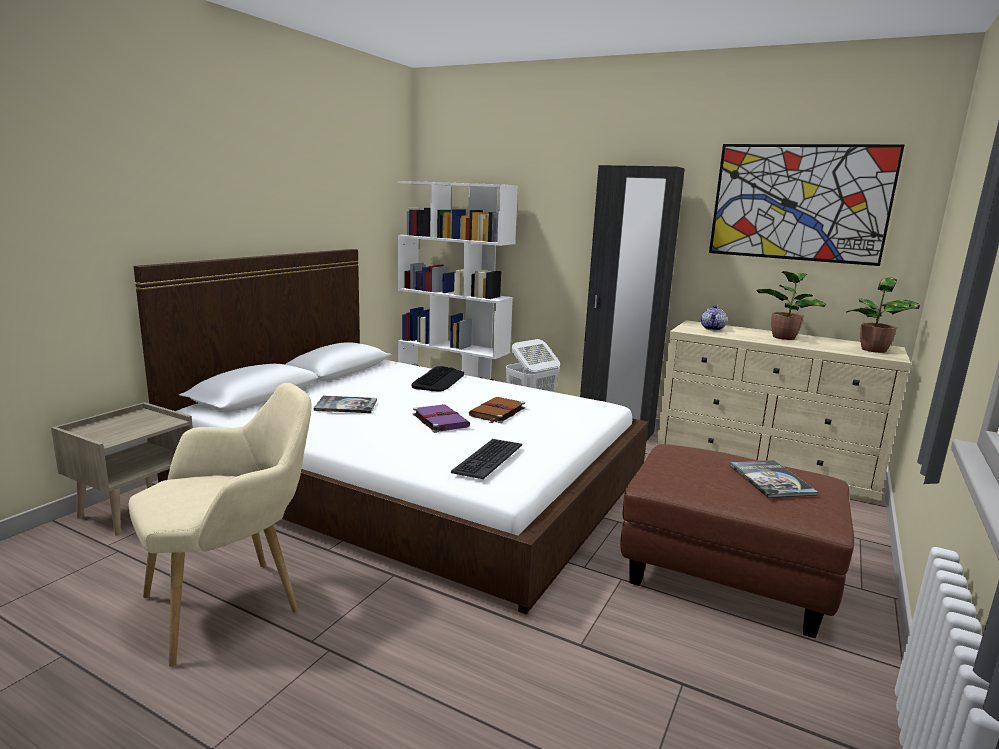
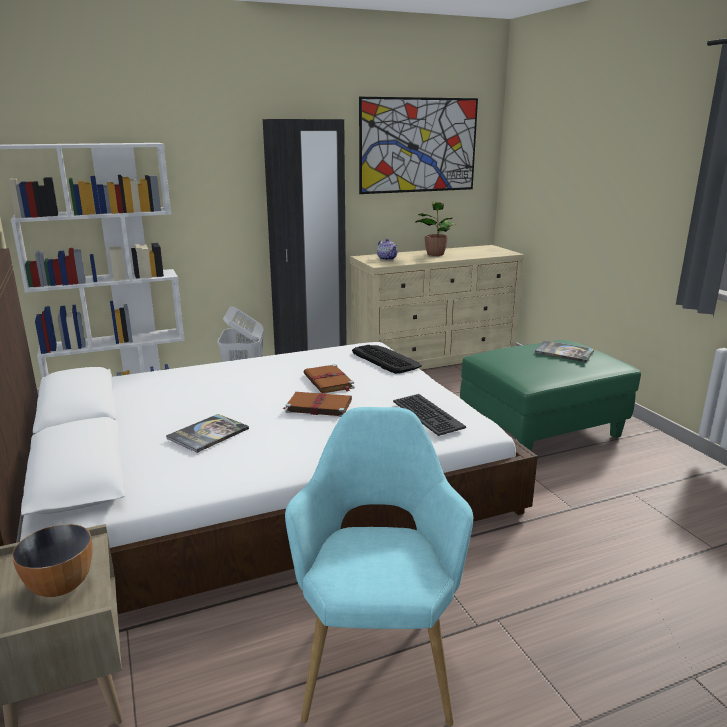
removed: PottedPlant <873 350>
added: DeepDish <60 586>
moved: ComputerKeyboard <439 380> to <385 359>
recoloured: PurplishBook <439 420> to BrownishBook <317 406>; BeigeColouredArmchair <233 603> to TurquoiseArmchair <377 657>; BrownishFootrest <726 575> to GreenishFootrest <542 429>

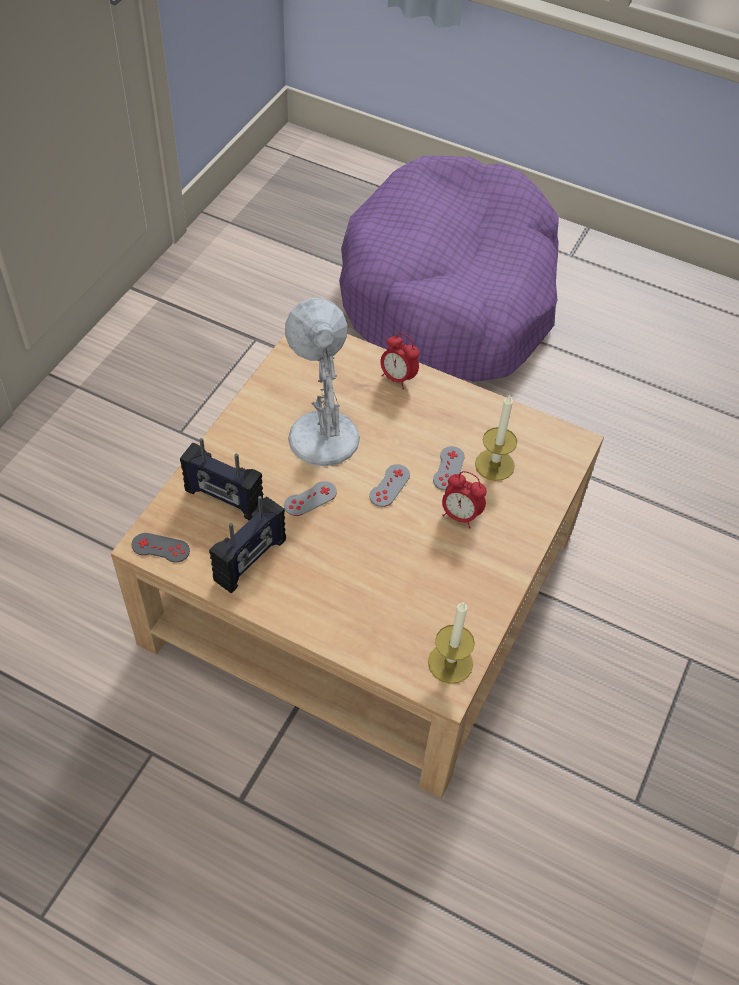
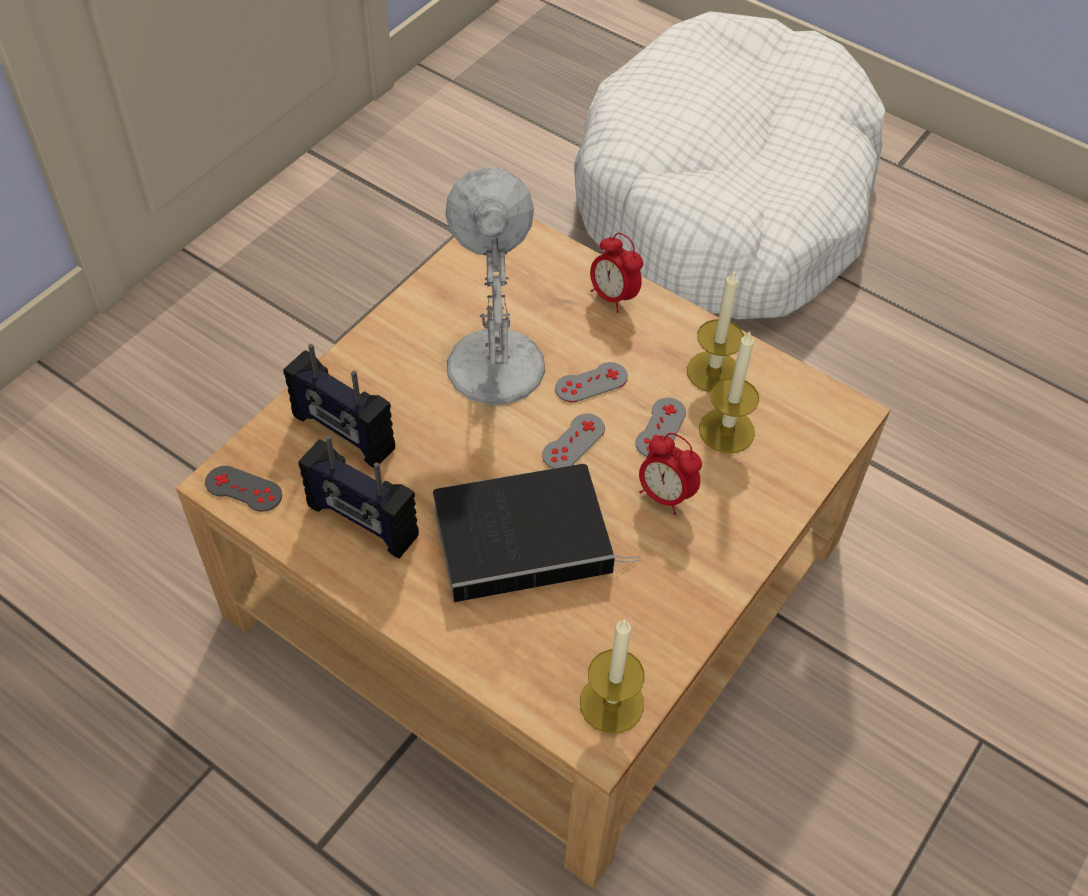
added: Book <527 537>; Candle <713 372>
moved: GrayJoypad <310 499> to <591 382>
recoloured: PurplishDogBed <450 296> to WhiteDogBed <725 203>
turned: RadioSet <251 560> = <362 522> 75 degrees clockwise

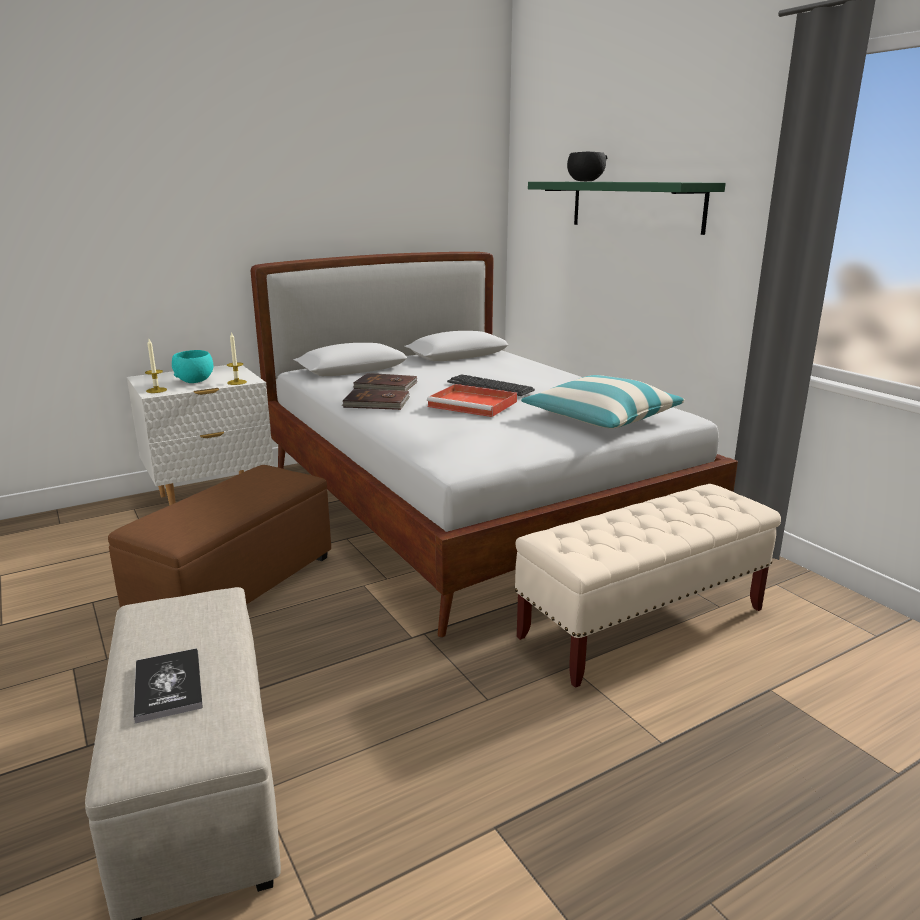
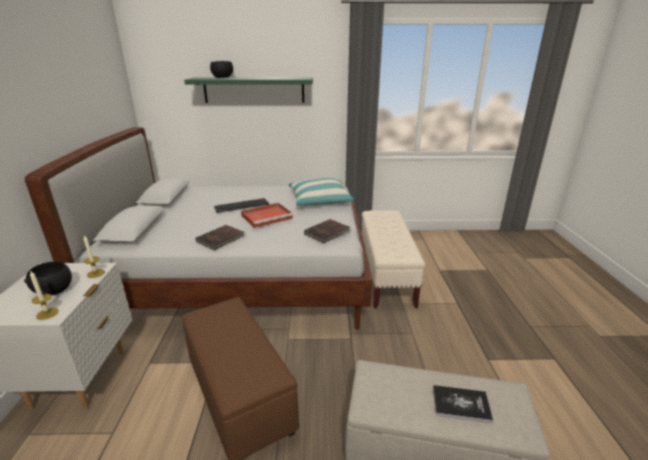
moved: BrownishBook <386 386> to <328 232>
recoloured: TurquoiseDeepDish <195 381> to BlackDeepDish <55 290>

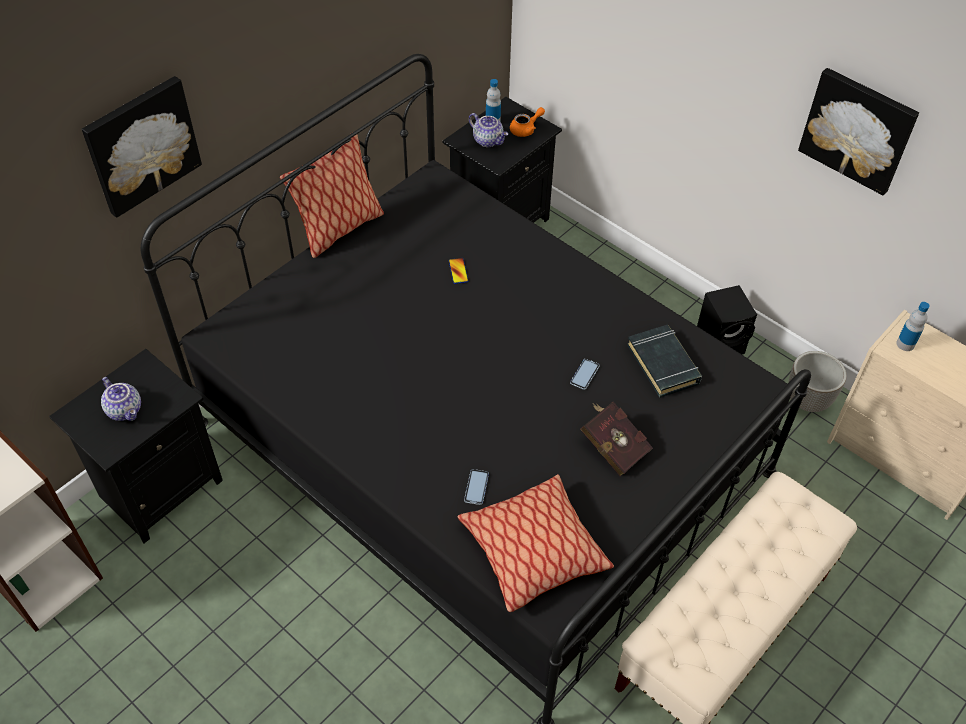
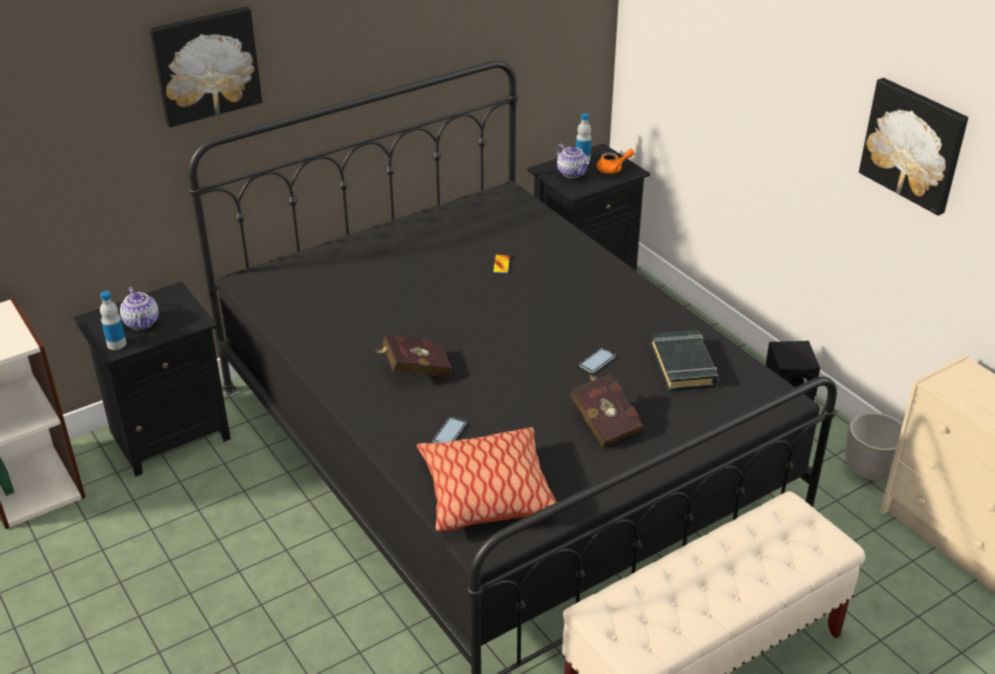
removed: Pillow <339 229>
added: RedColouredBook <414 371>
moved: DrinkBottle <905 344> to <116 344>

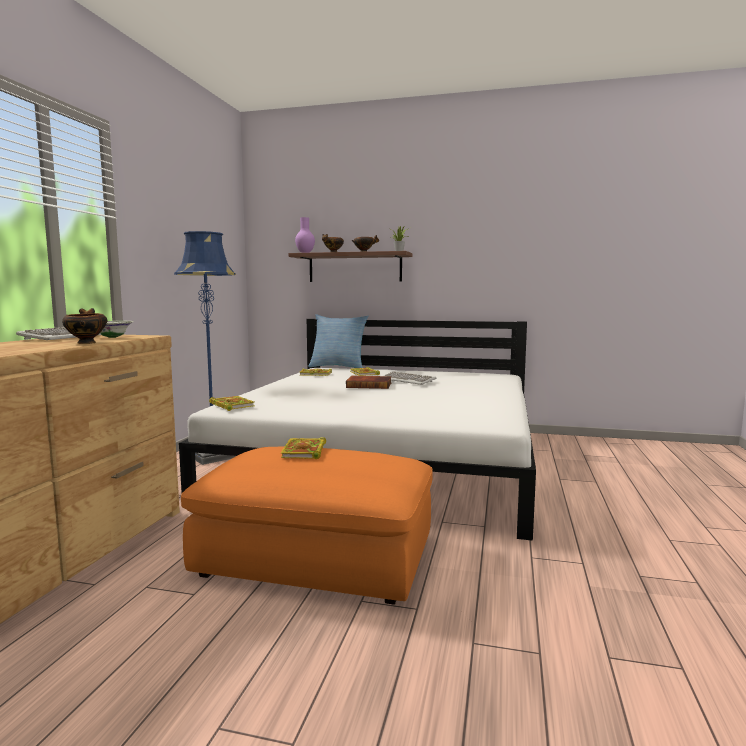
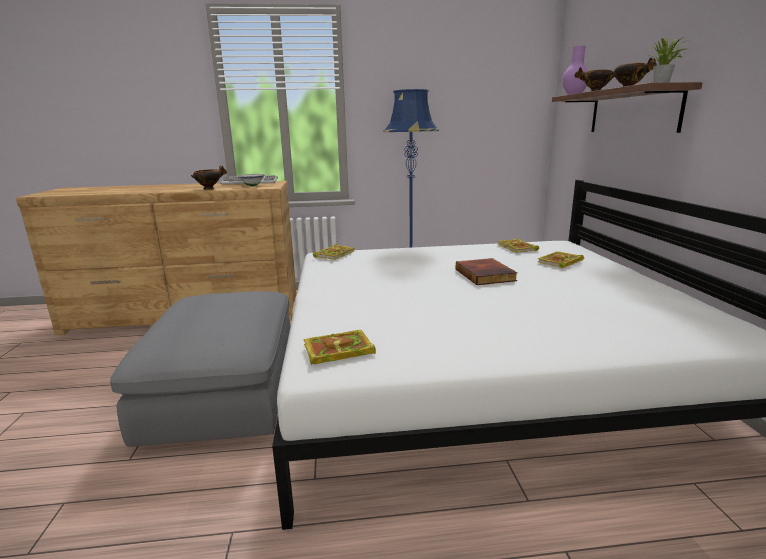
removed: Pillow <338 367>; ComputerKeyboard <408 380>
moved: Book <304 452> to <337 351>
recoloured: OrangeyFootrest <318 555> to GrayFootrest <226 390>

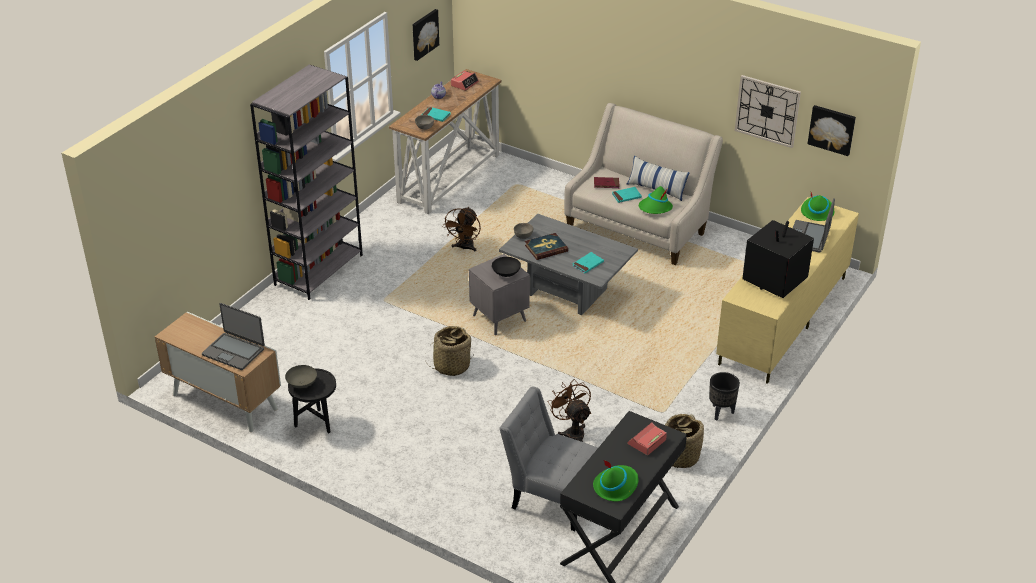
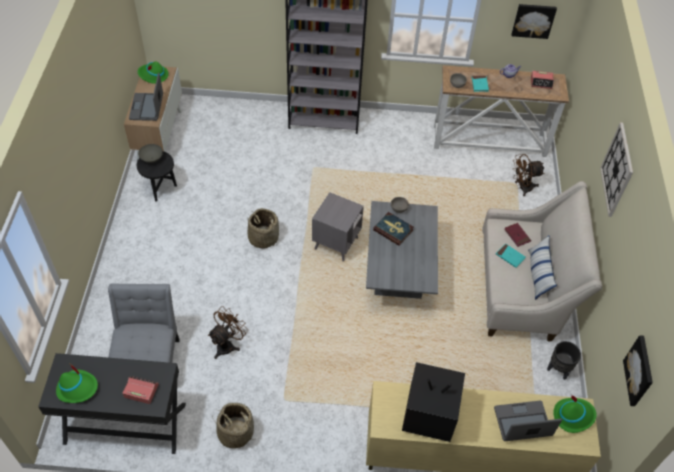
removed: BlackDeepDish <506 274>; TurquoiseBook <588 264>
moved: GreenishClothingHat <655 208> to <153 75>; BrownishElectricFan <464 248> to <522 187>; BlackPlanter <721 412> to <558 370>; HangingClock <767 111> to <617 170>

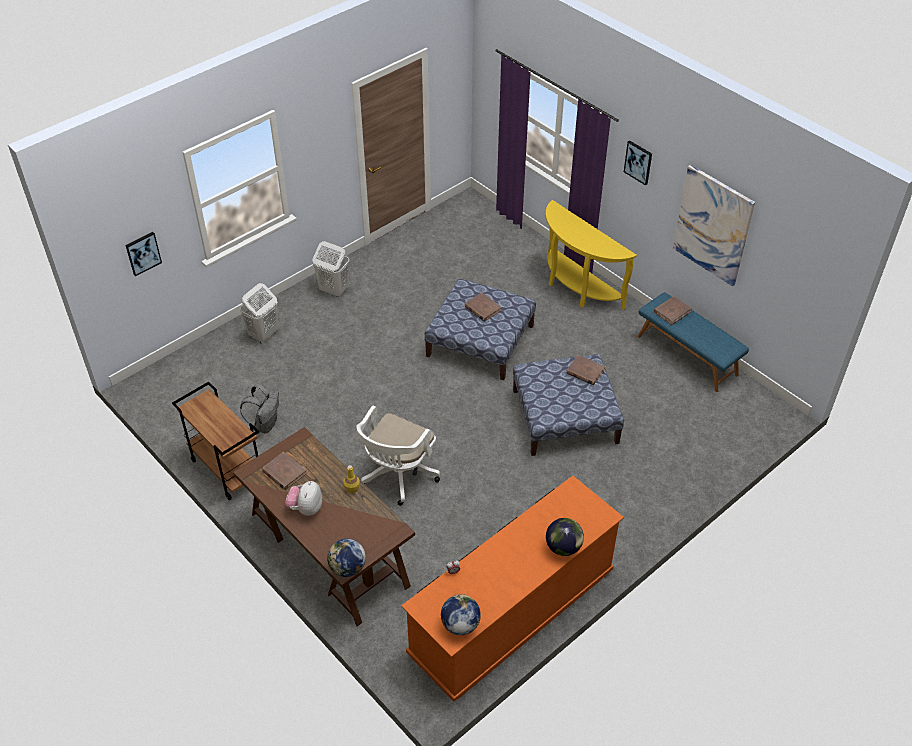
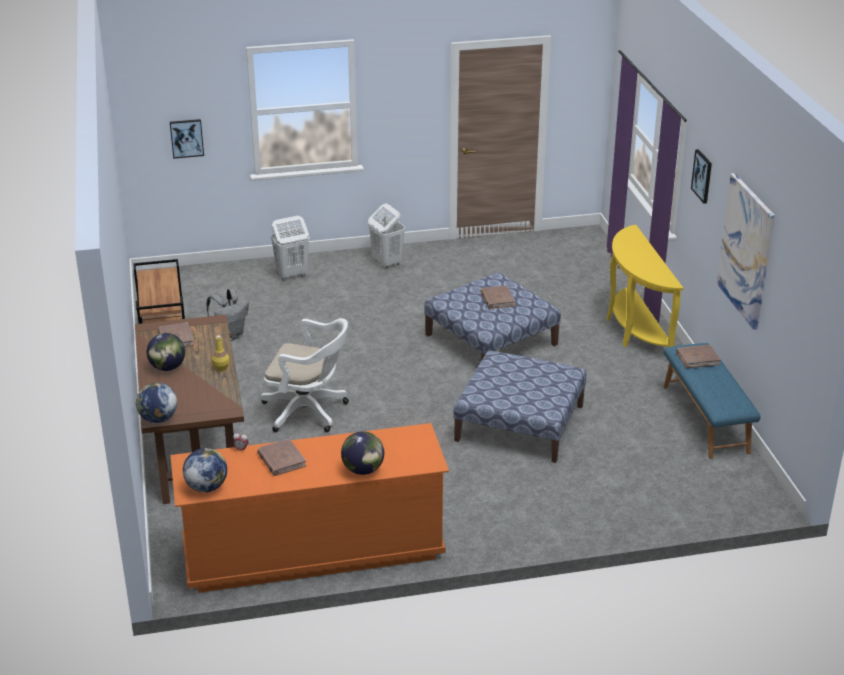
moved: BrownishBook <585 371> to <281 460>
replaced: PlushToy <306 508> to Globe <167 368>
turned: WhiteComputerChair <397 476> = <309 412> 135 degrees counterclockwise

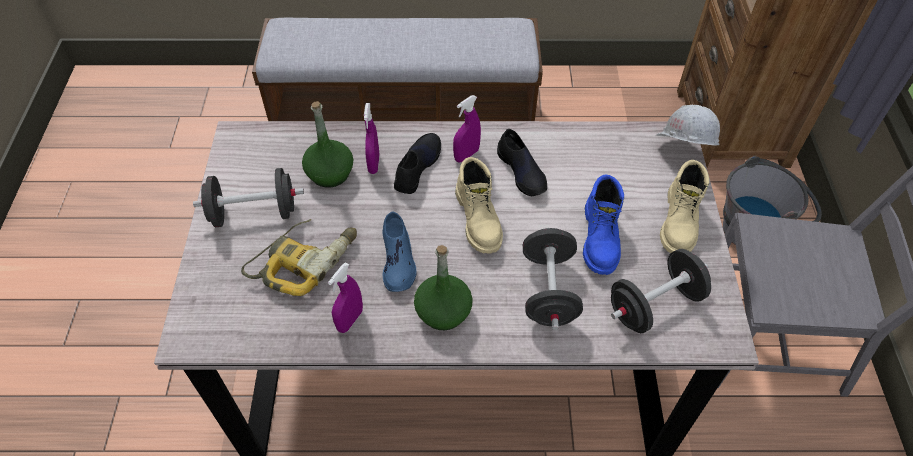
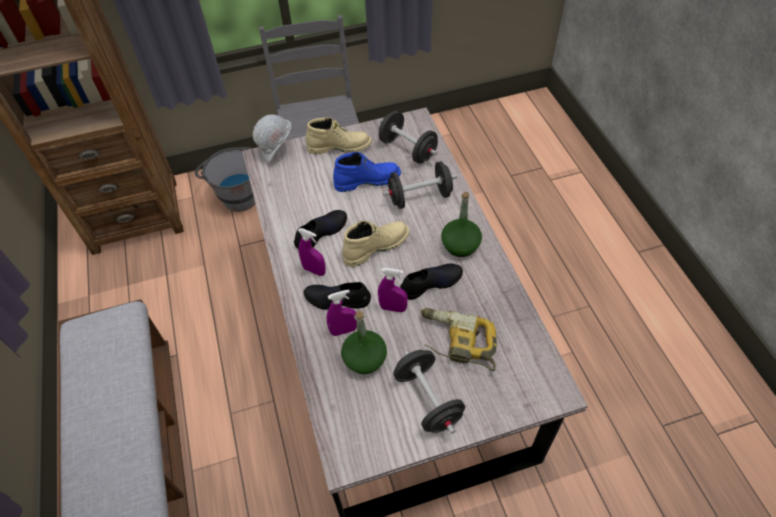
moved: PurplishSprayBottle <350 320> to <393 308>
recoloured: BlueColouredShoe <398 260> to BlackShoe <431 283>

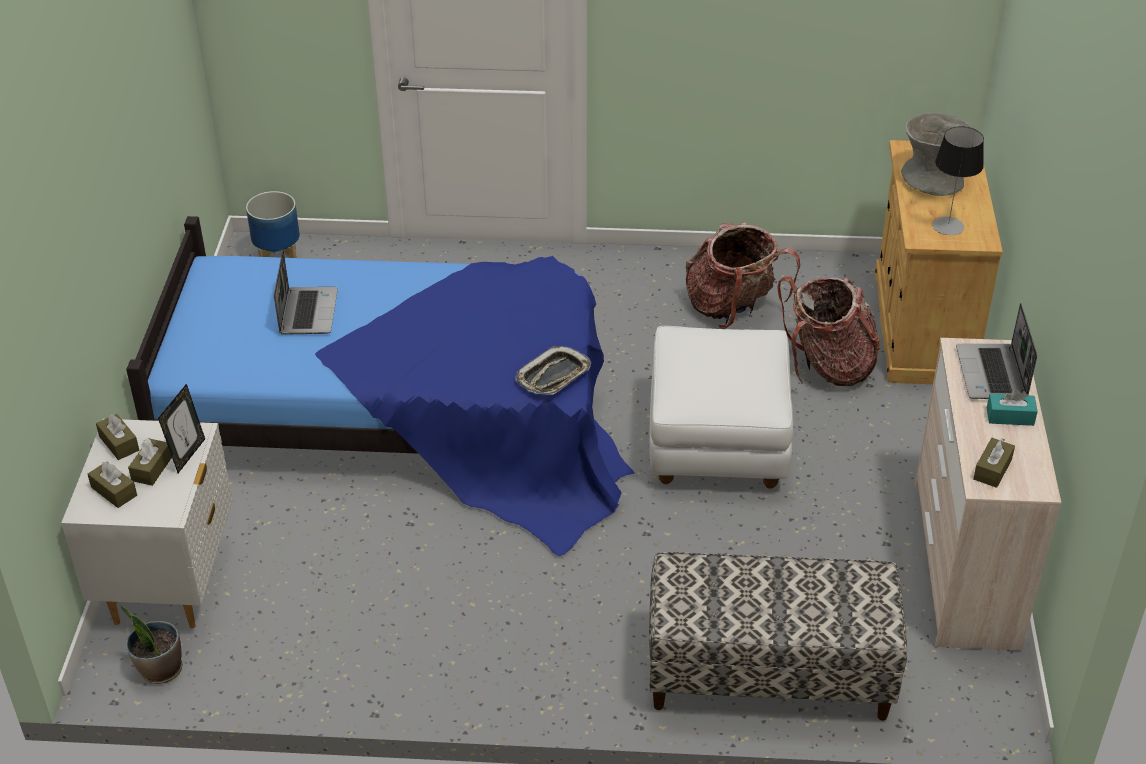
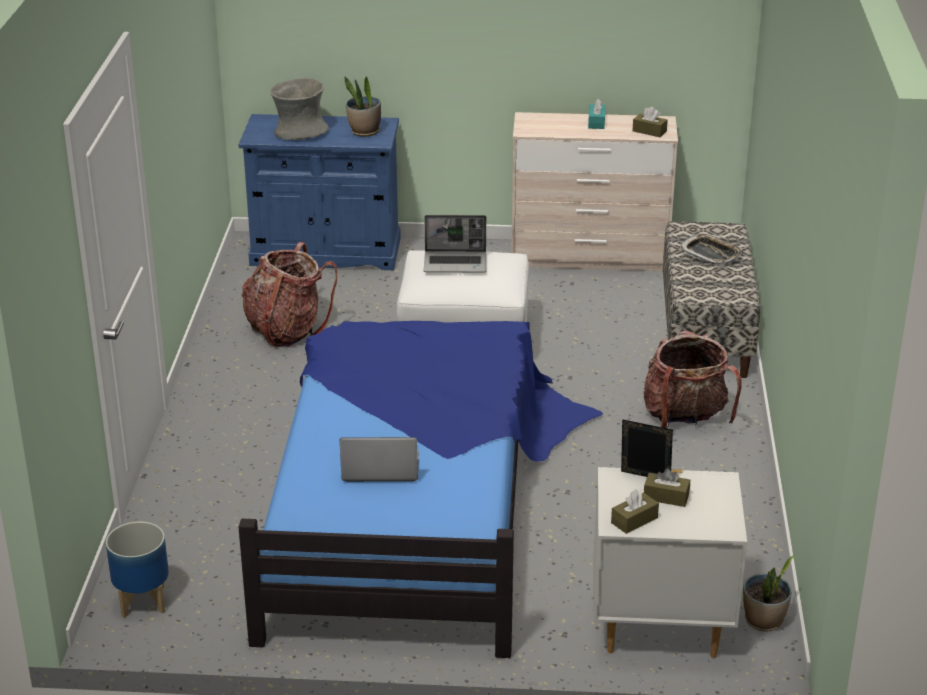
removed: BrownishTissueBox <114 491>
moved: NotebookComputer <992 374> to <456 263>; Backpack <828 367> to <685 418>; Tray <553 376> to <710 254>
replaced: TableLamp <948 226> to PottedPlant <364 132>
recoloured: BeigeColouredStorageCabinet <921 326> to BlueColouredStorageCabinet <325 252>

